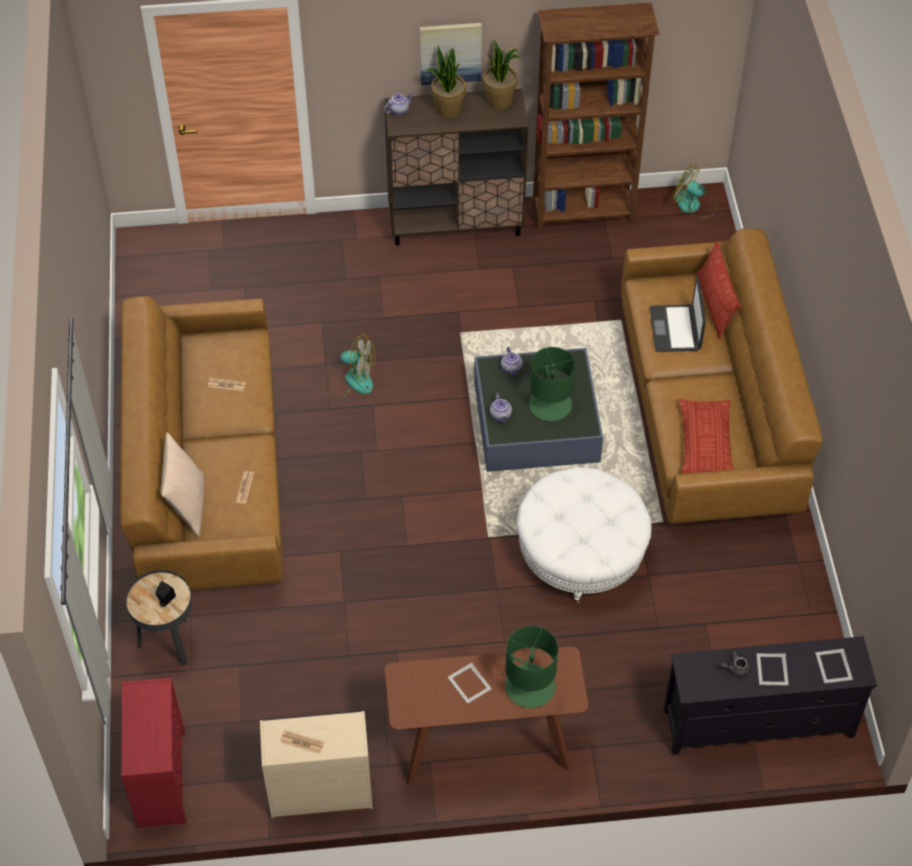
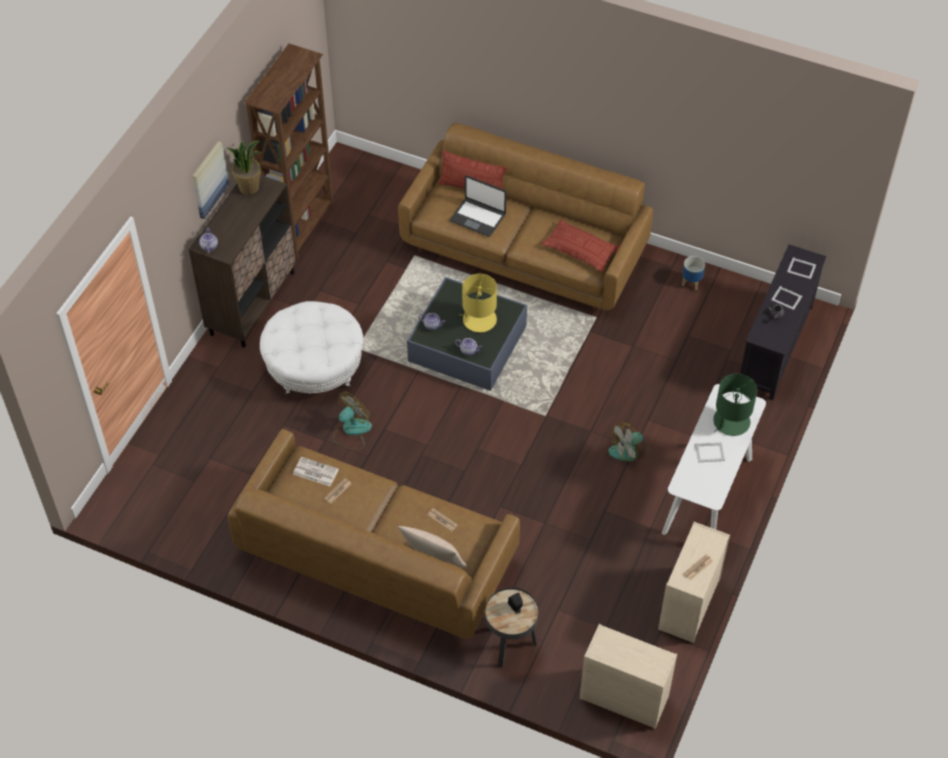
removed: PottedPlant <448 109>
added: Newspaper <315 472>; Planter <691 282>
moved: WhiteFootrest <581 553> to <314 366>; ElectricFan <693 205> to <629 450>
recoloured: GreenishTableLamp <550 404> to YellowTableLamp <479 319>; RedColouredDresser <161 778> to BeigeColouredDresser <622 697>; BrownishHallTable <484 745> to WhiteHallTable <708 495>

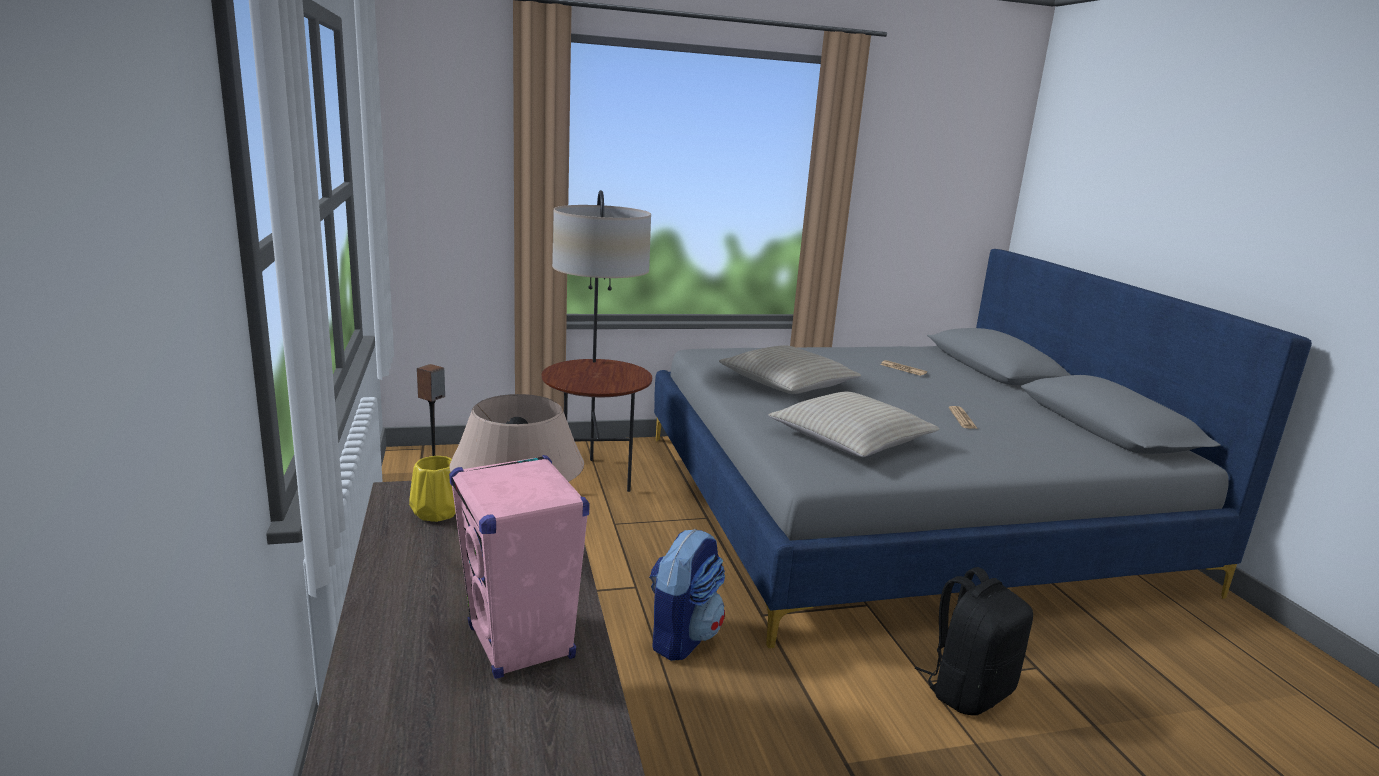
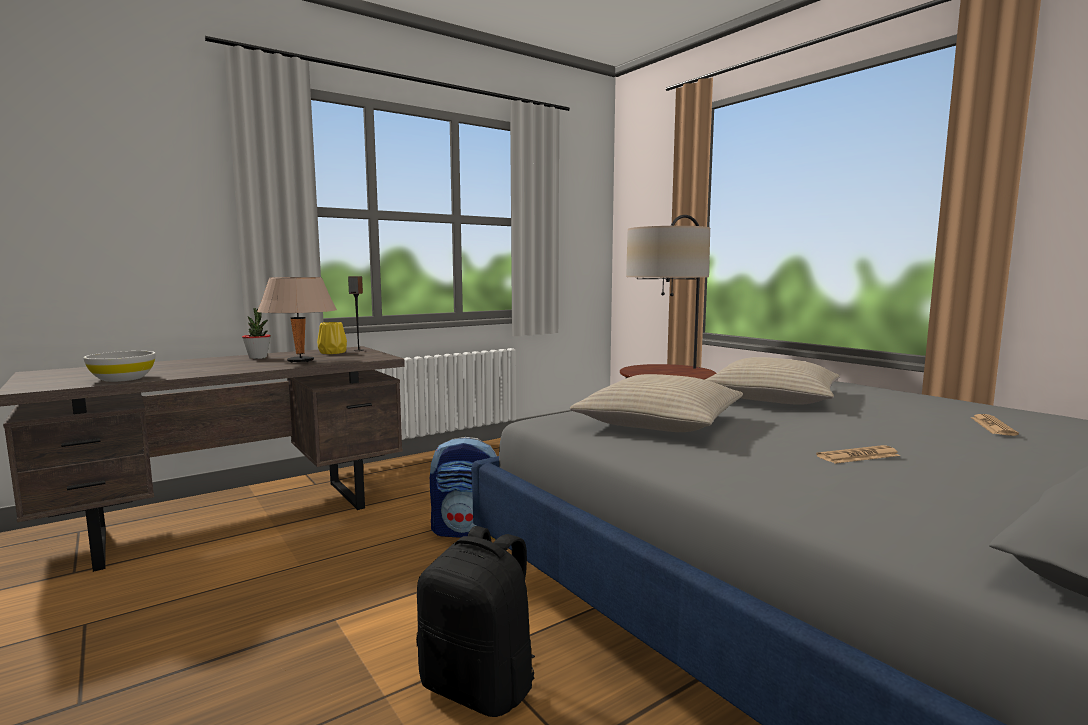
removed: PinkishLoudspeaker <521 643>
added: WhiteDeepDish <122 379>; PottedPlant <258 357>

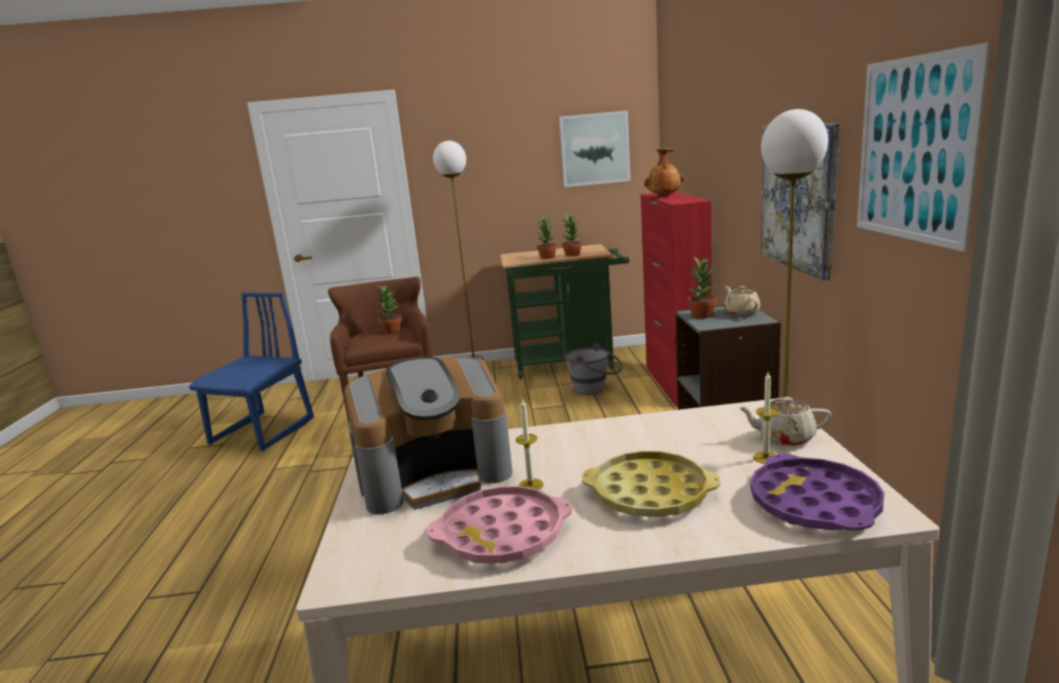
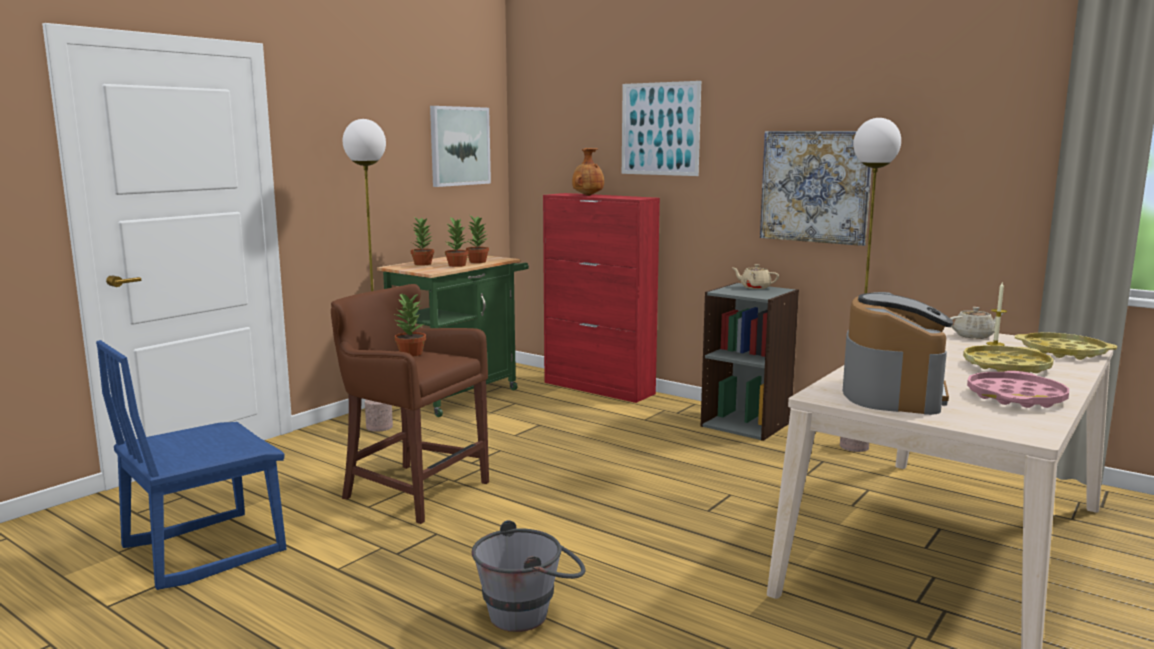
removed: Candle <530 485>
moved: PottedPlant <702 315> to <422 264>; GrayBucket <595 389> to <530 612>; WallPicture <914 149> to <660 129>
recoloured: PurplishTray <814 503> to YellowTray <1063 352>
turned: BlueColouredUprightChair <263 432> = <203 550> 105 degrees counterclockwise; BeigeColouredTeaPot <784 437> = <974 336> 150 degrees counterclockwise

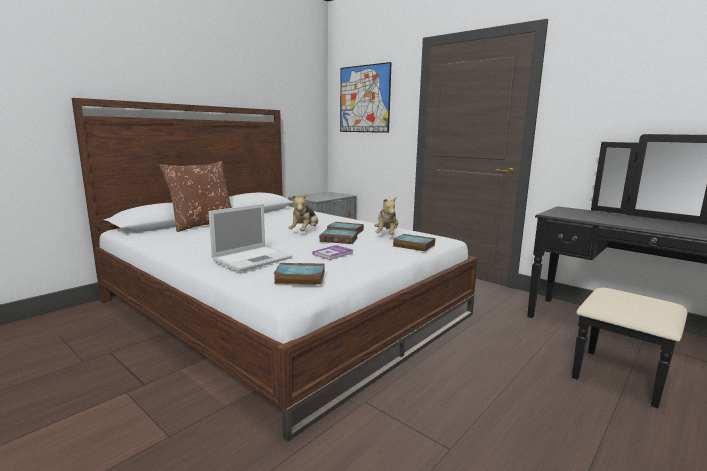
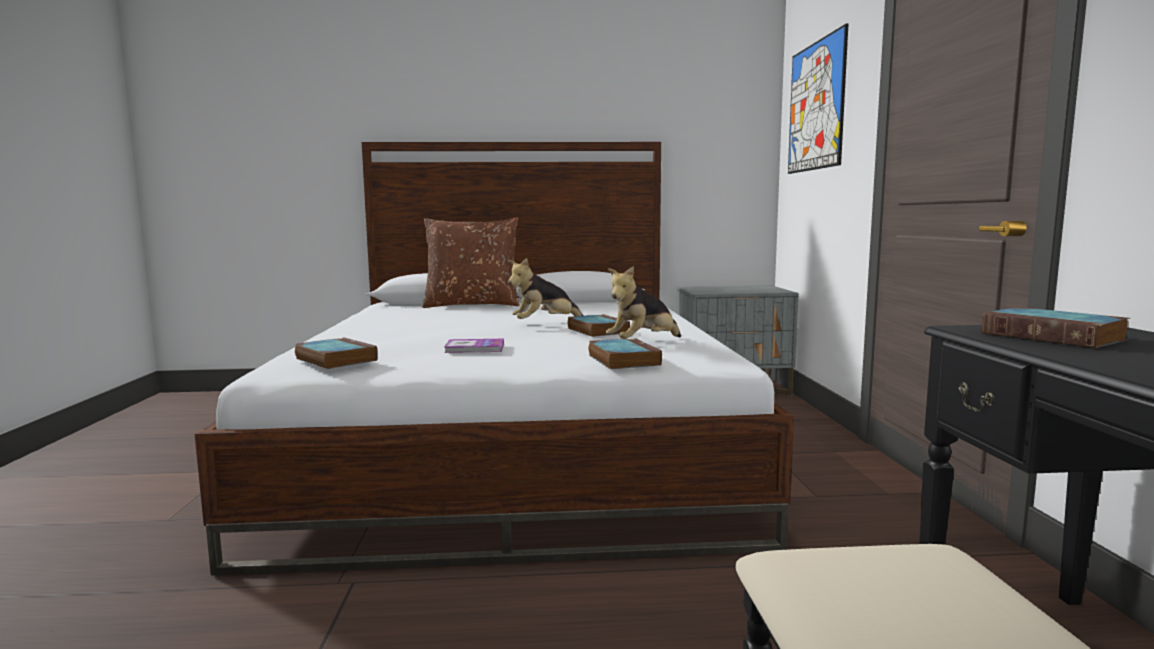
removed: NotebookComputer <253 258>
moved: Book <340 239> to <1055 337>

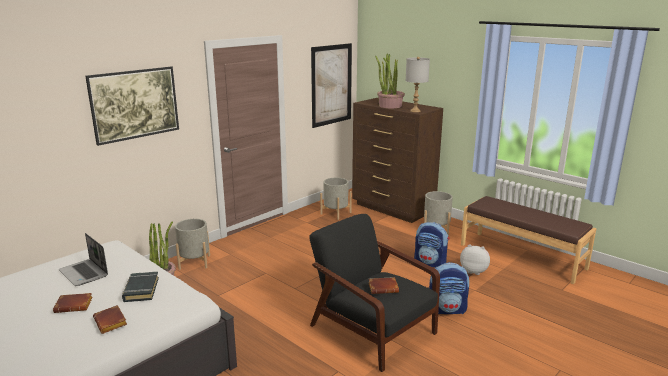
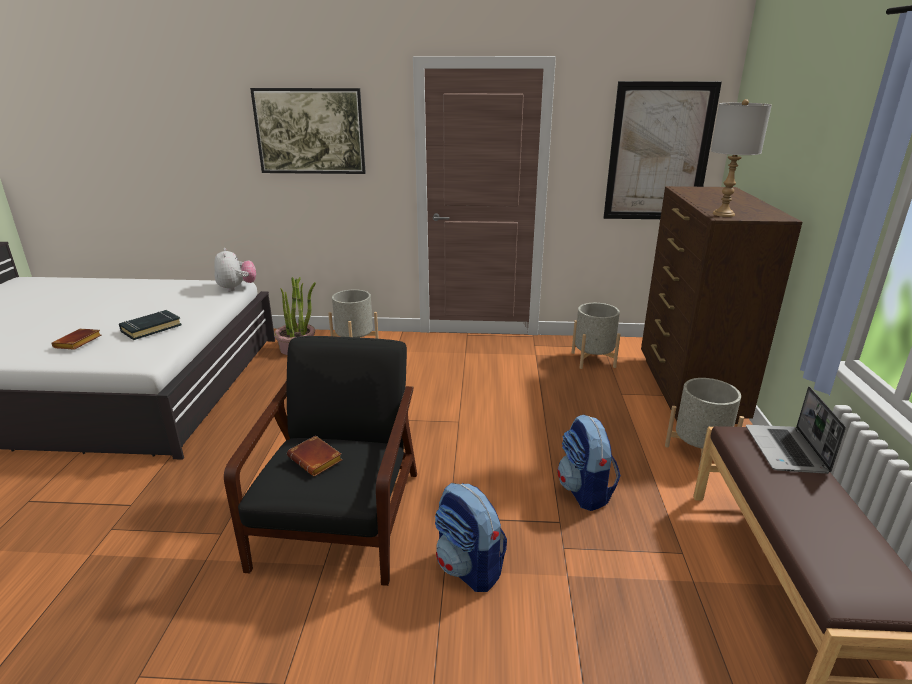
removed: BrownishBook <75 305>; PottedPlant <390 106>
moved: PlushToy <474 271> to <237 288>; NotebookComputer <84 273> to <787 451>

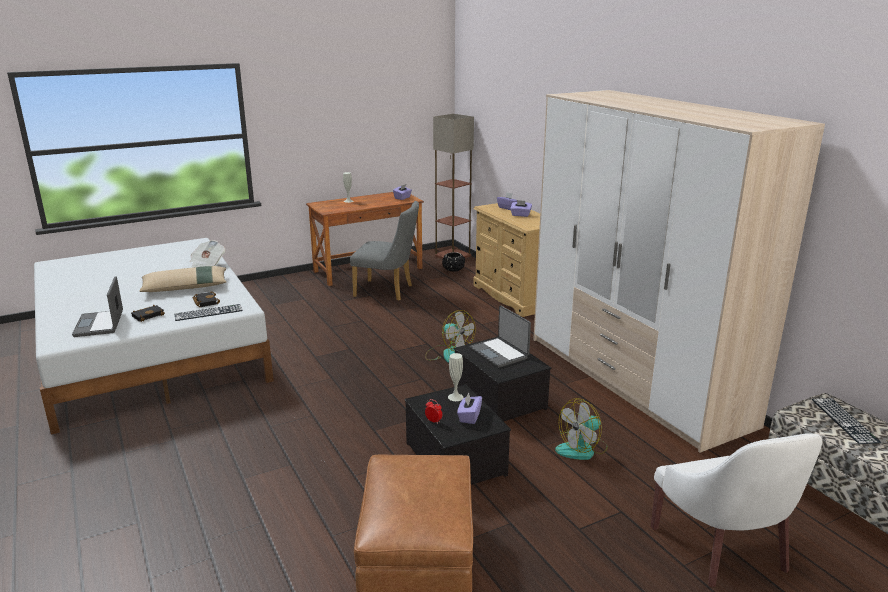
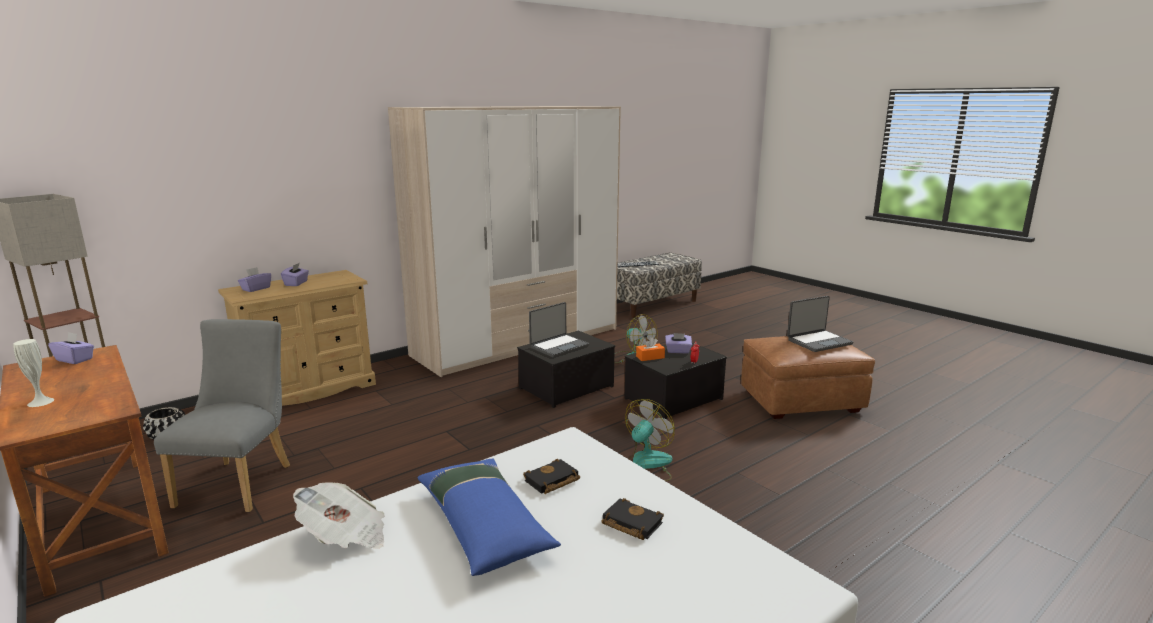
removed: ComputerKeyboard <208 312>; WhiteArmchair <724 548>
moved: ElectricFan <448 354> to <646 465>; NotebookComputer <100 324> to <818 342>
replaced: WhiteDecorativeVase <455 397> to OrangeyTissueBox <650 357>
recoloured: BeigeColouredPillow <185 287> to BlueColouredPillow <484 524>

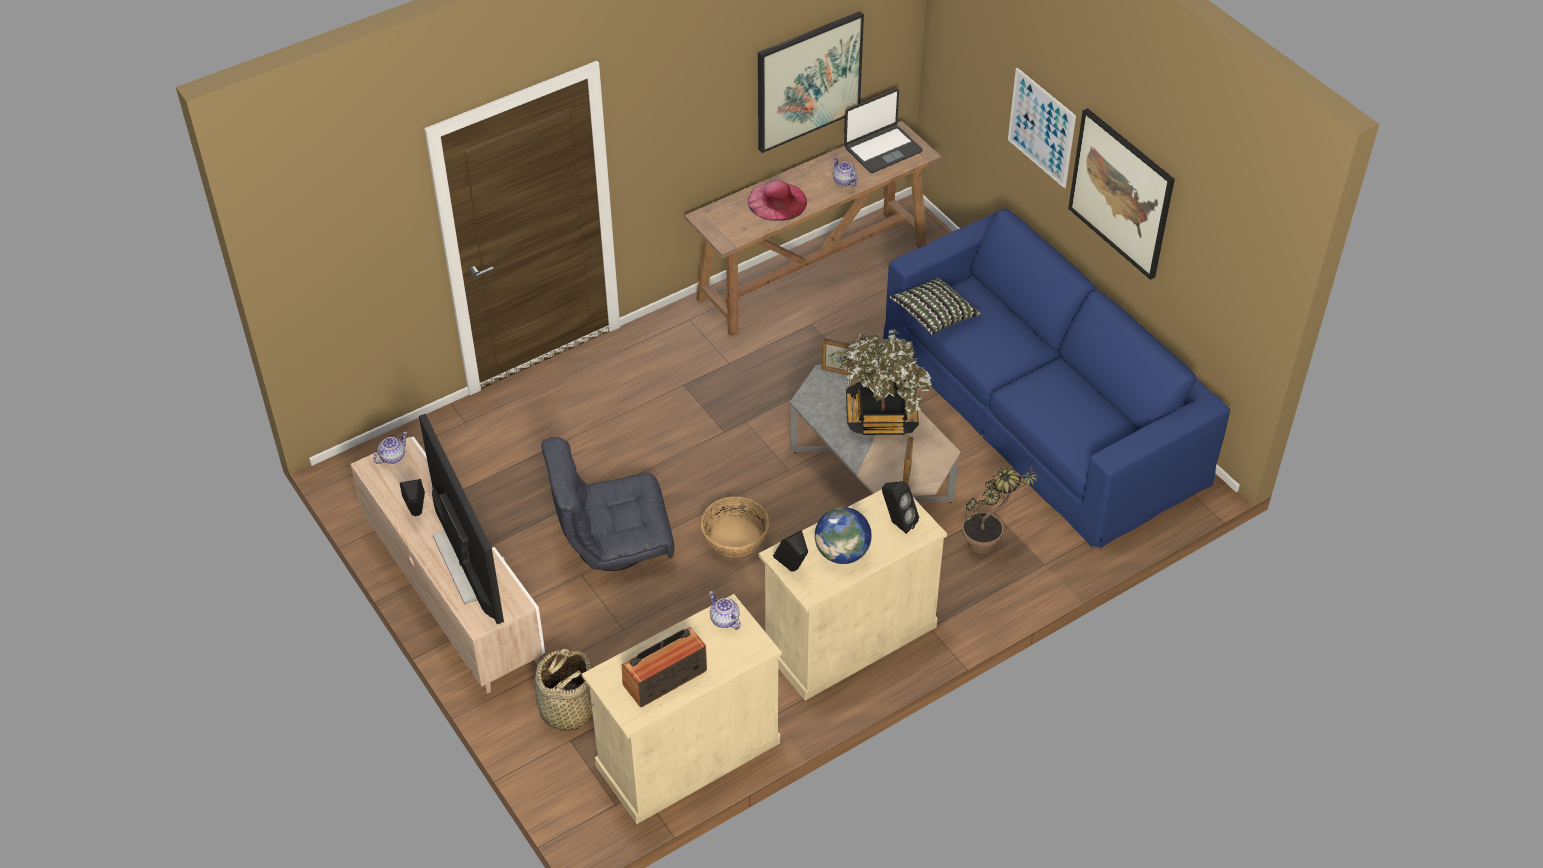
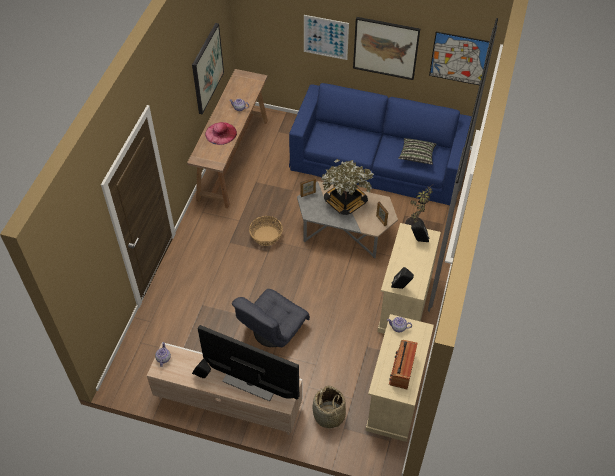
removed: Globe <842 553>; NotebookComputer <882 149>
added: WallPicture <460 58>
moved: StorageBasket <735 538> to <266 236>; Pillow <934 316> to <416 156>

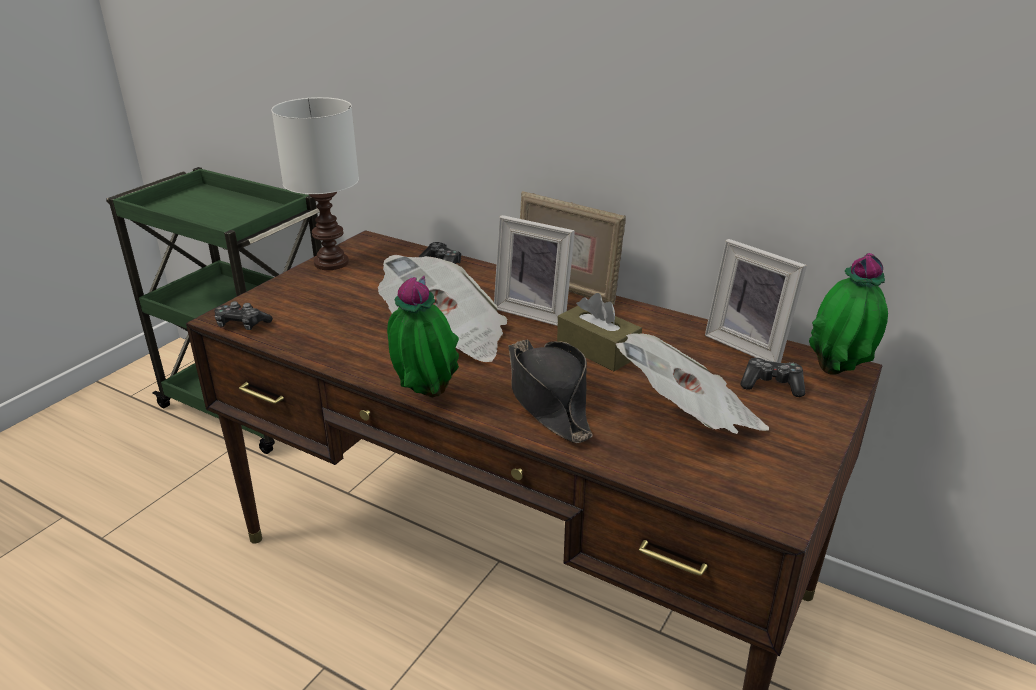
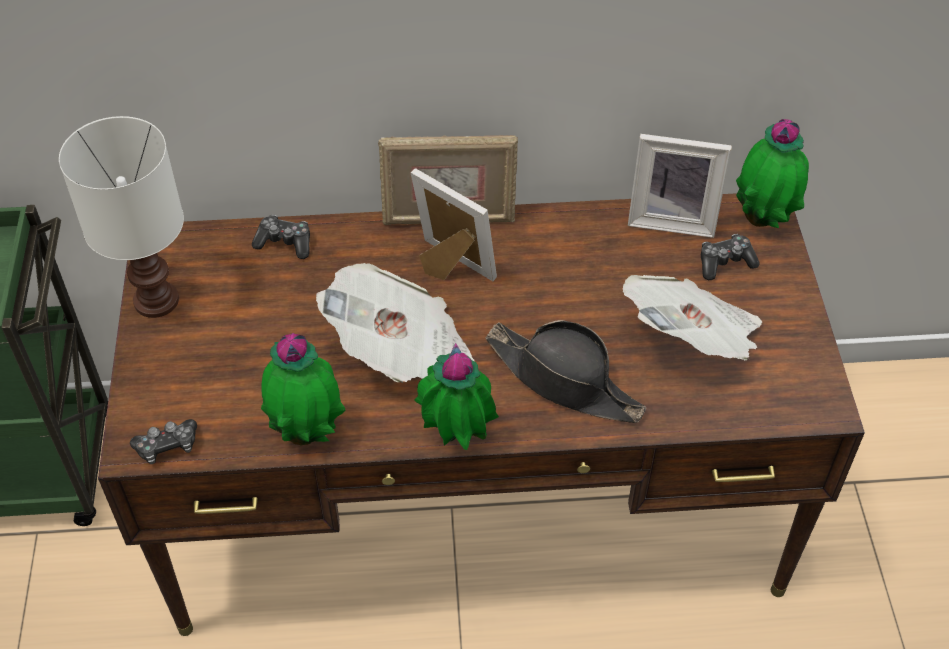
removed: BrownishTissueBox <597 350>
added: PottedPlant <308 432>
turned: PictureFrame <535 311> = <449 268> 135 degrees counterclockwise

